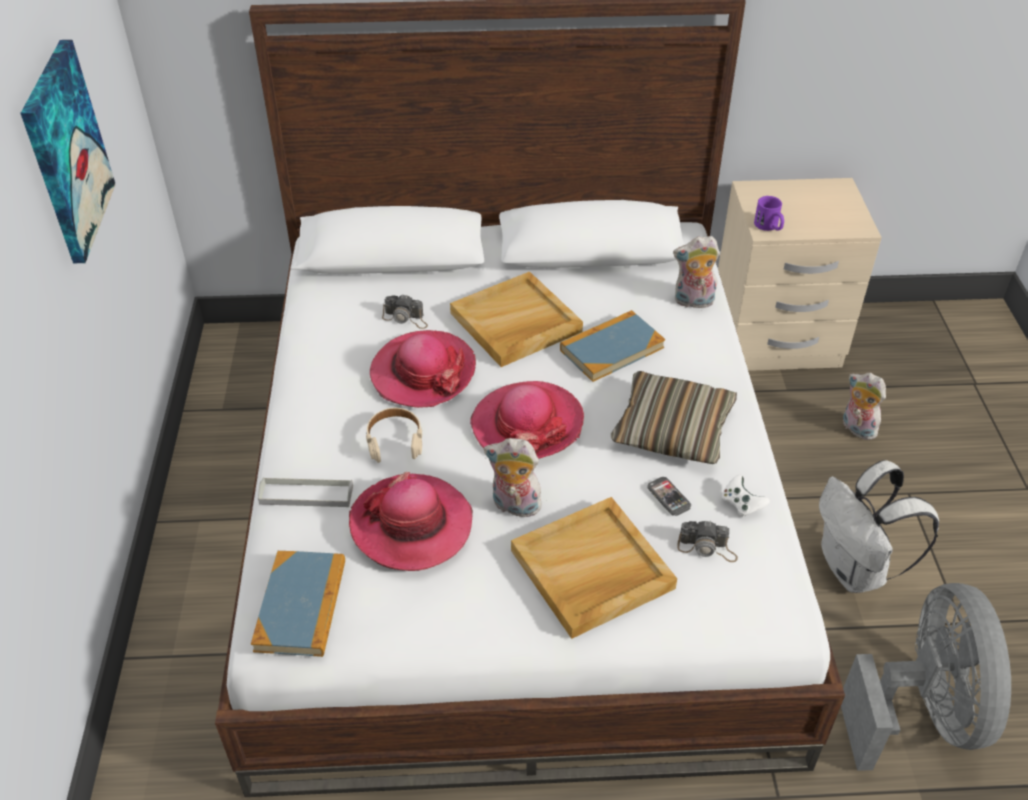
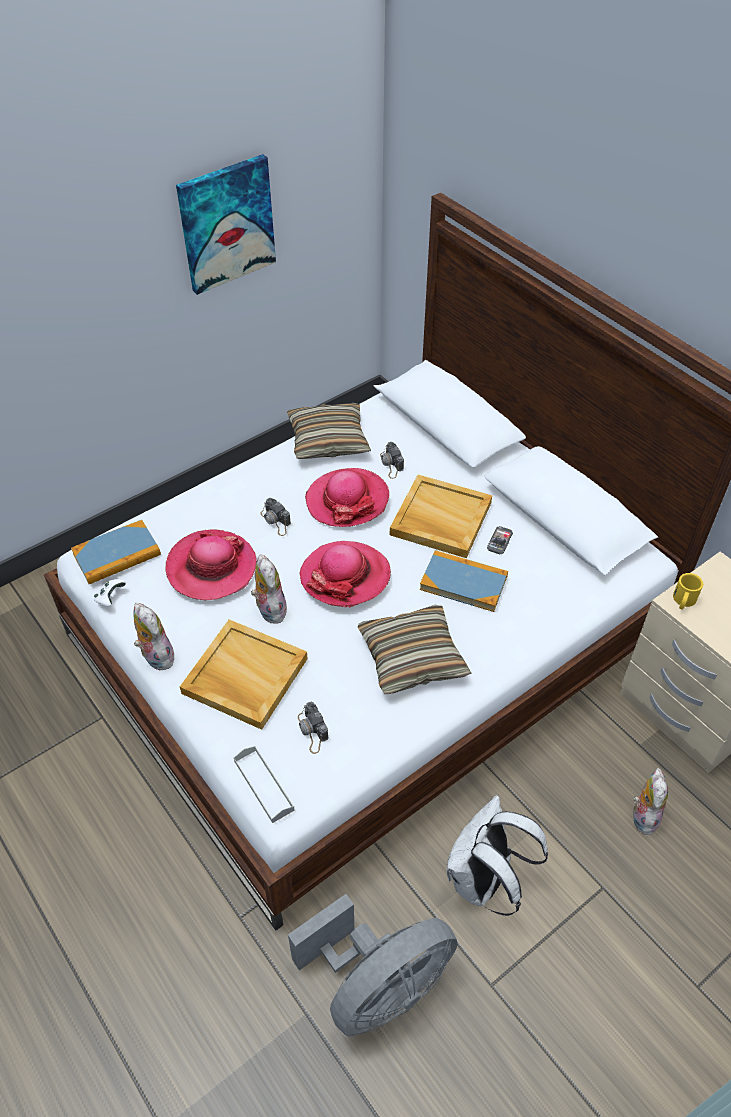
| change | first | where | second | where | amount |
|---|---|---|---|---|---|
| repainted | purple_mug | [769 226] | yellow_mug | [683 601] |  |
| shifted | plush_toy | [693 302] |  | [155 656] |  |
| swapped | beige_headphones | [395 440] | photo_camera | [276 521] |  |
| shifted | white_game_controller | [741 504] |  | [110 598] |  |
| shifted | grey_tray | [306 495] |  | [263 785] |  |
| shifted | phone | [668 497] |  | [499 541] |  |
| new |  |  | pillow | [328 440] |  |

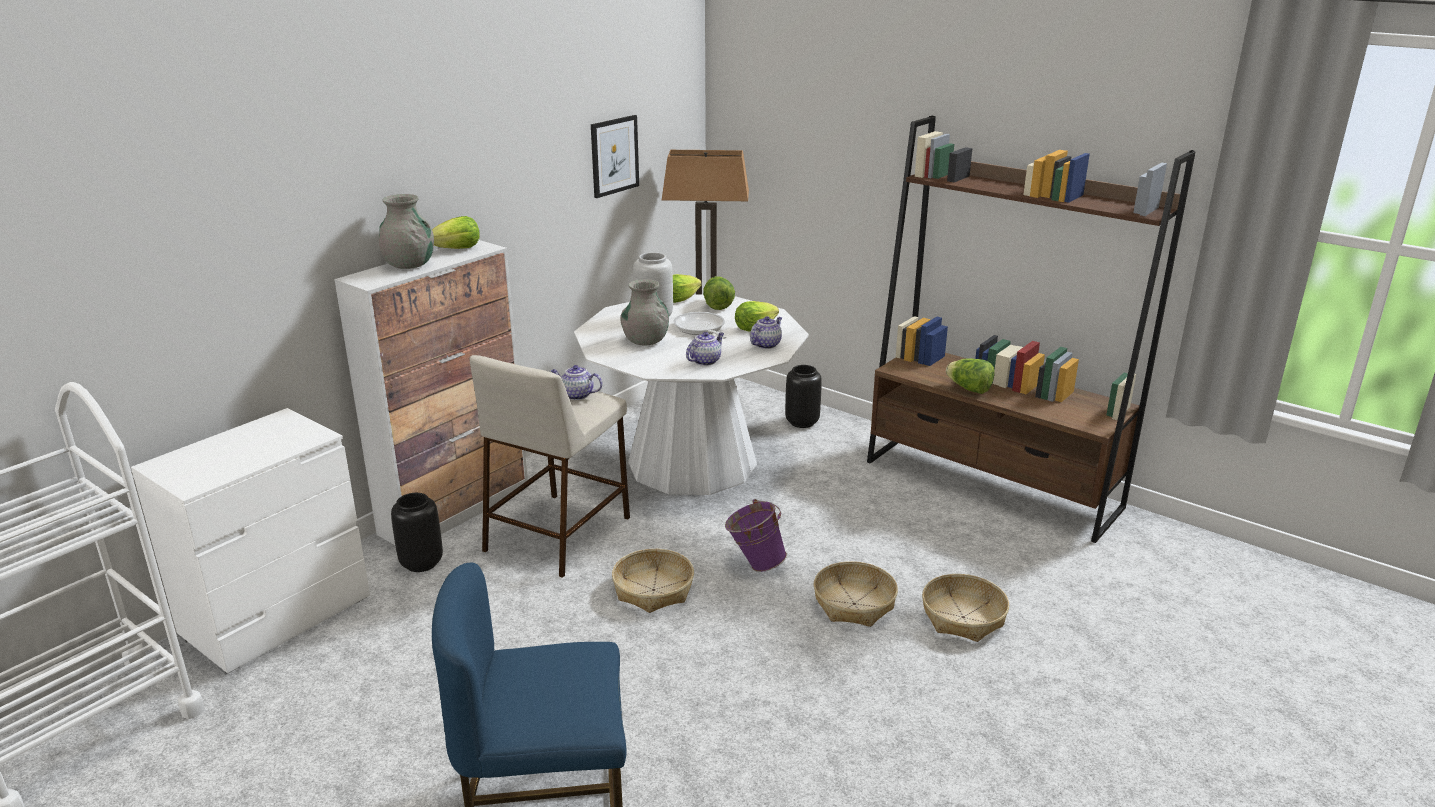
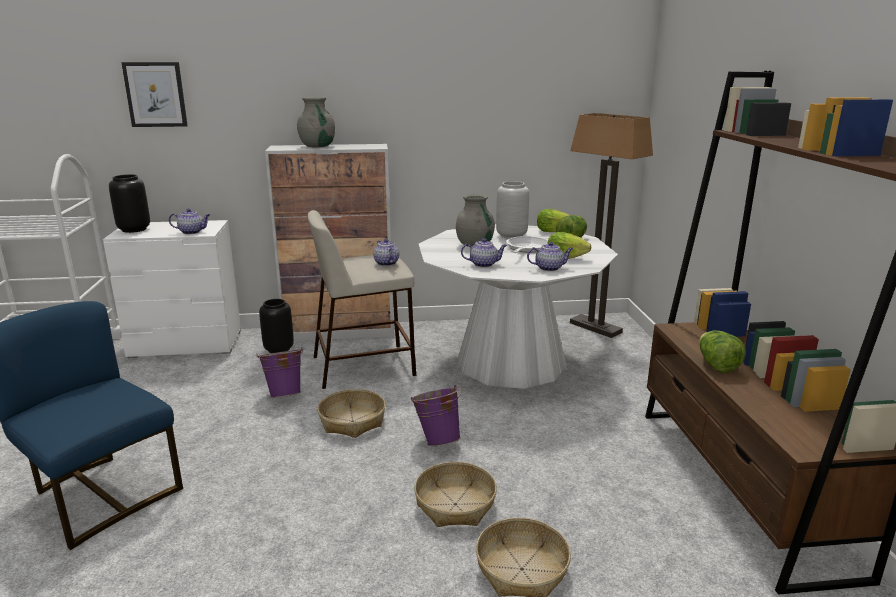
| change | first | where | second | where | amount |
|---|---|---|---|---|---|
| shifted | picture | [614 156] |  | [155 94] |  |
| gone | lettuce | [457 249] |  |  |  |
| shifted | black_vase | [801 422] |  | [134 229] |  |
| new |  |  | teapot | [192 232] |  |
| new |  |  | purple_bucket | [285 394] |  |

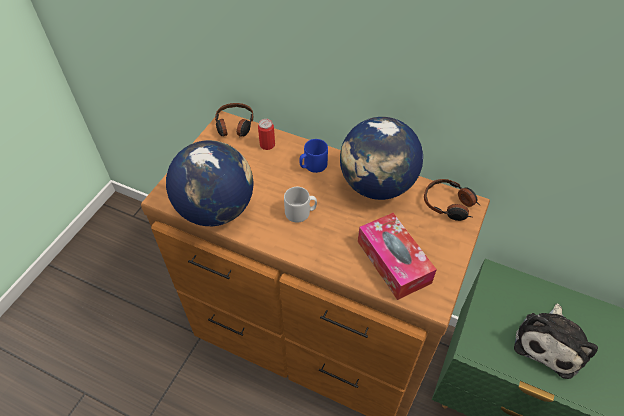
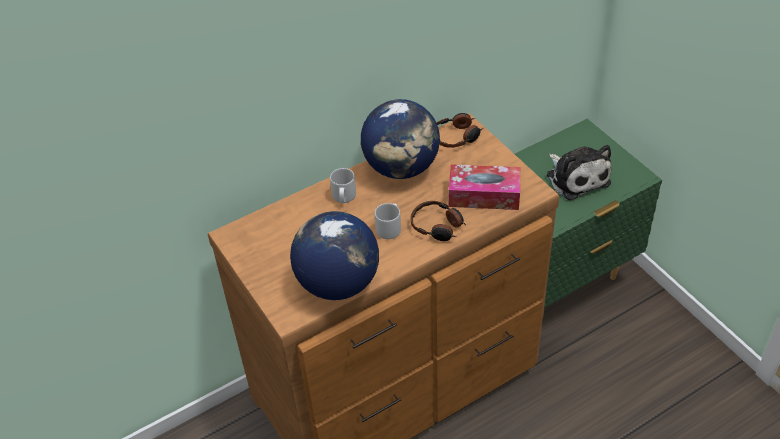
| change | first | where | second | where | amount |
|---|---|---|---|---|---|
| shifted | headphones | [234 126] |  | [437 226] |  |
| gone | can | [267 145] |  |  |  |
| repainted | blue_mug | [313 165] | grey_mug | [343 197] |  |

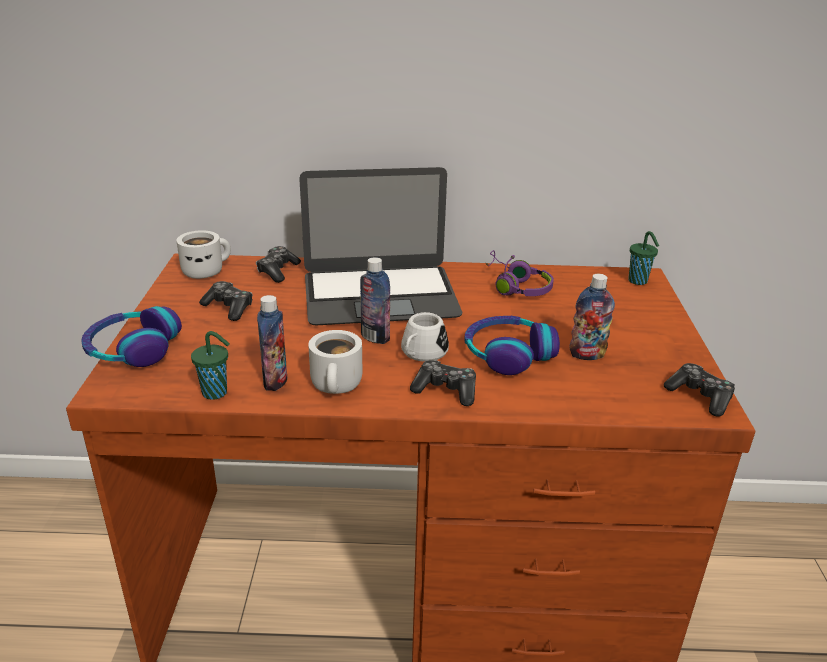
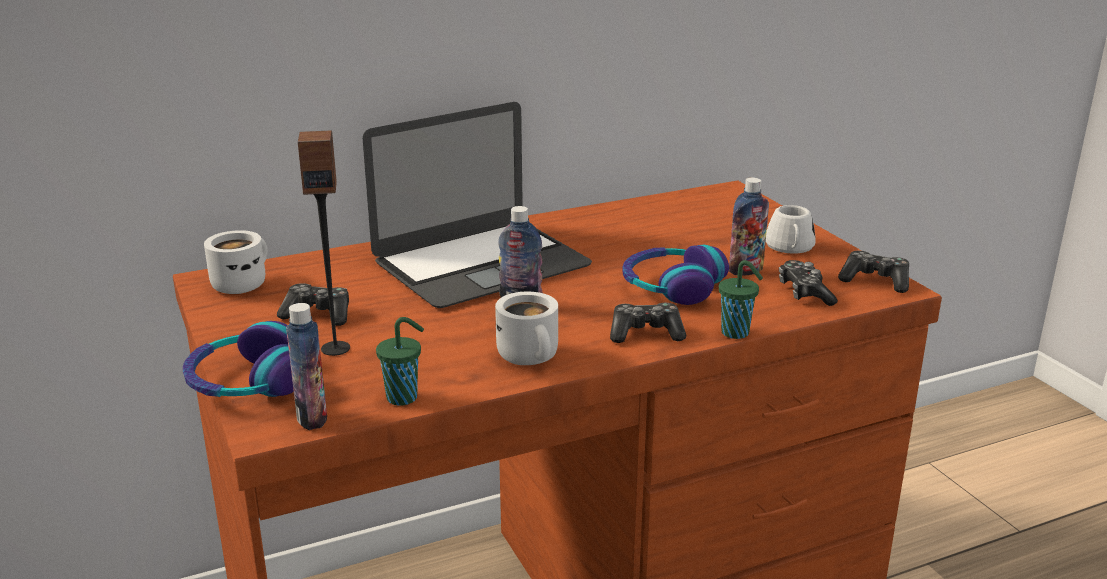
| change | first | where | second | where | amount |
|---|---|---|---|---|---|
| shifted | green_cup | [638 281] |  | [737 333] |  |
| shifted | game_controller | [278 271] |  | [804 293] |  |
| gone | purple_headphones | [515 286] |  |  |  |
| shifted | bottle | [275 381] |  | [312 417] |  |
| shifted | white_mug | [421 354] |  | [790 248] |  |
| new |  |  | speaker | [335 348] |  |

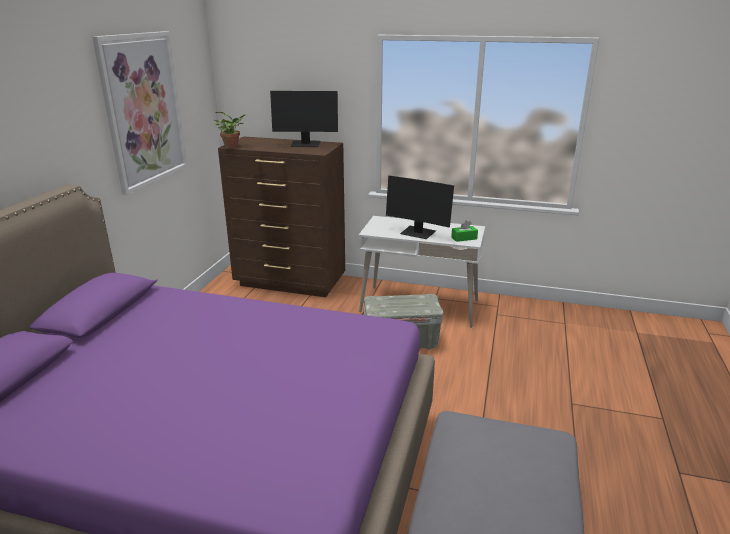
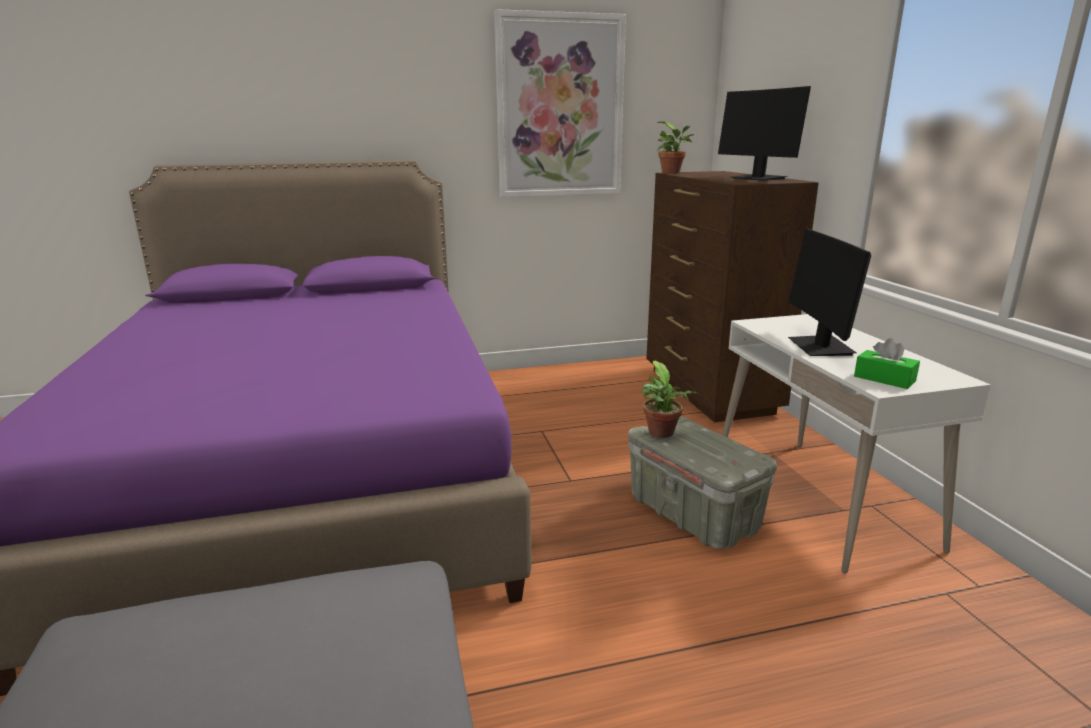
| change | first | where | second | where | amount |
|---|---|---|---|---|---|
| new |  |  | potted_plant | [662 434] |  |

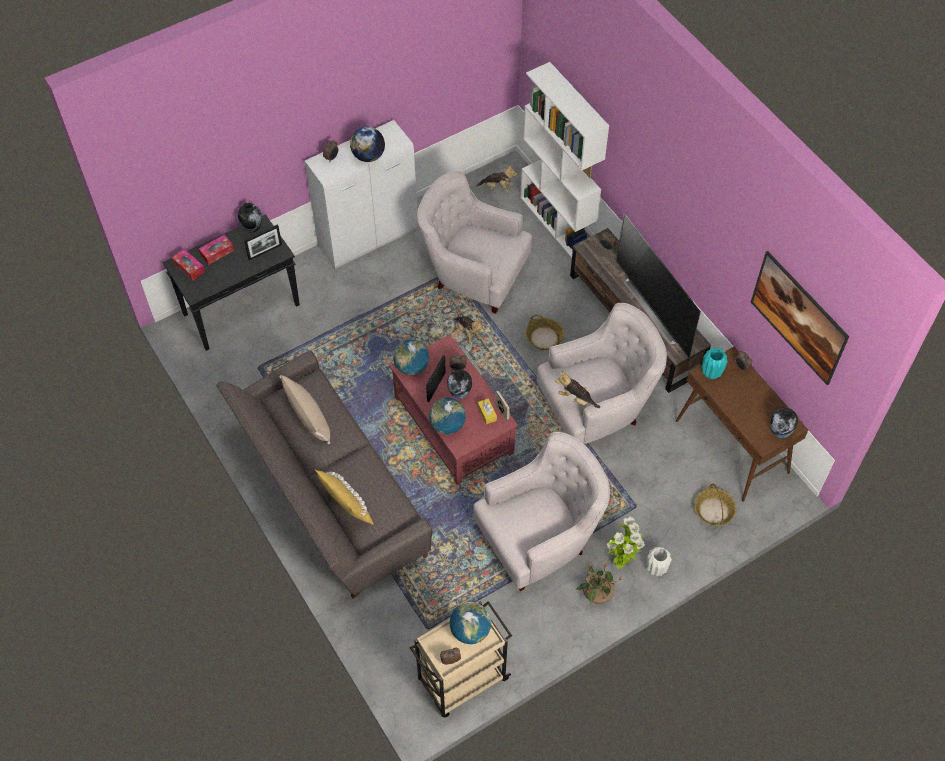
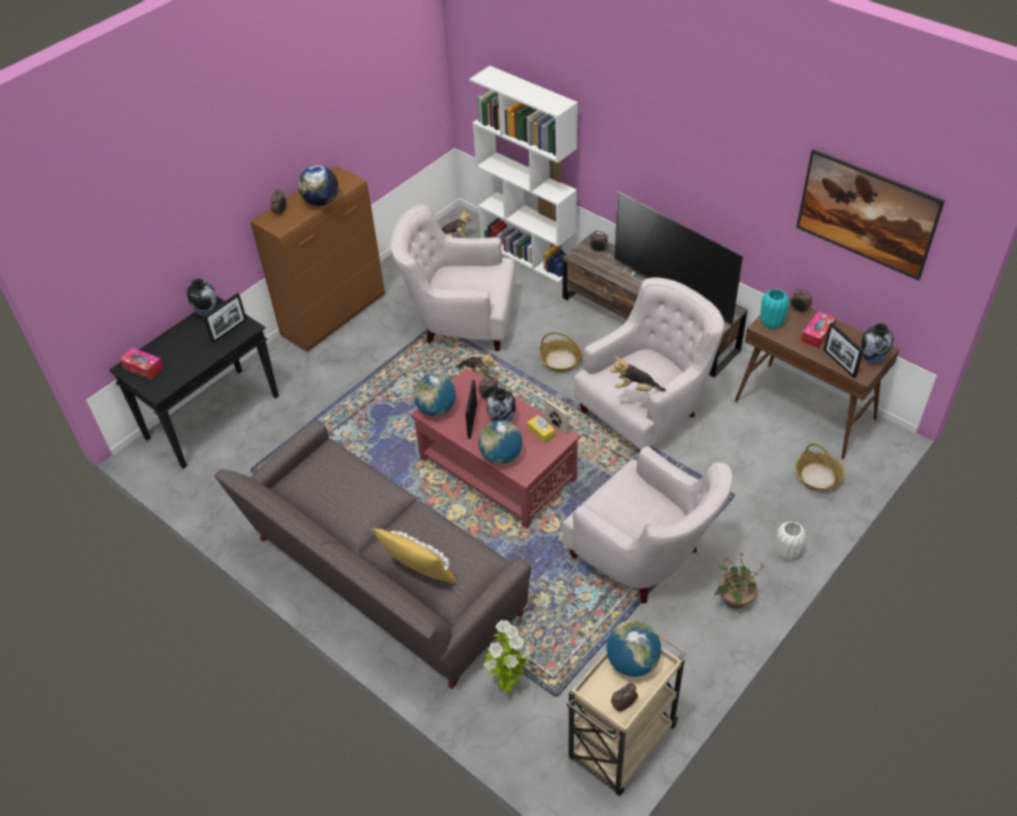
| change | first | where | second | where | amount |
|---|---|---|---|---|---|
| repainted | white_cabinet | [369 238] | brown_cabinet | [334 315] |  |
| shifted | tissue_box | [217 252] |  | [817 334] |  |
| gone | beige_pillow | [308 416] |  |  |  |
| rotated | white_armchair | [540 538] |  | [643 557] | 90 degrees clockwise |
| shifted | potted_plant | [621 561] |  | [508 683] |  |
| new |  |  | picture_frame | [839 363] |  |

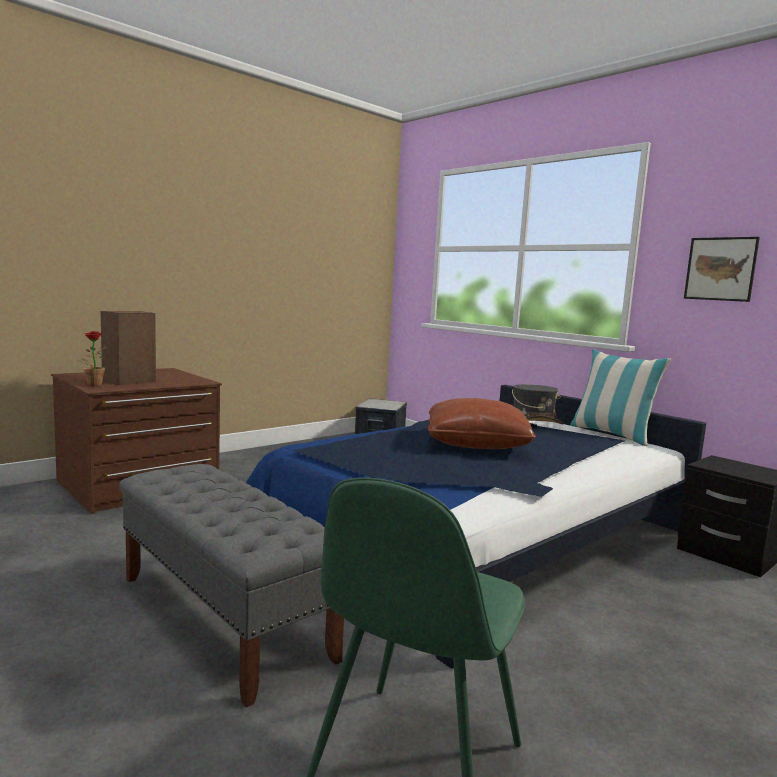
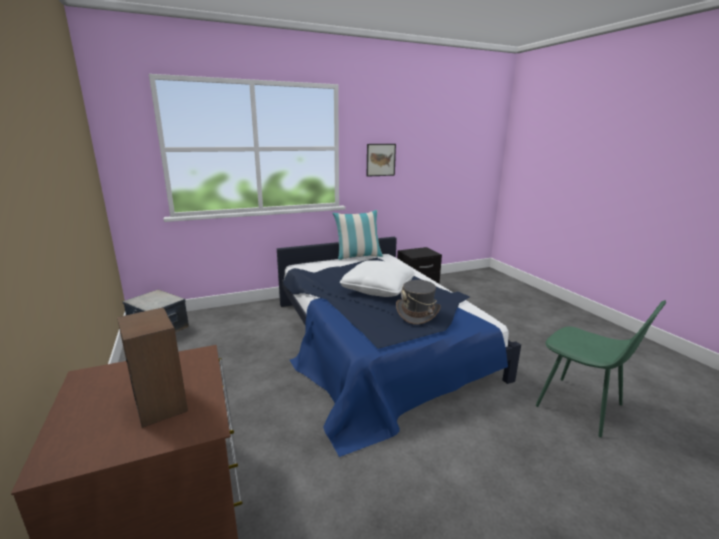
| change | first | where | second | where | amount |
|---|---|---|---|---|---|
| gone | potted_plant | [93 384] |  |  |  |
| shifted | grey_hat | [532 422] |  | [417 313] |  |
| repainted | brown_pillow | [476 443] | white_pillow | [378 289] |  |
| gone | grey_bench | [224 616] |  |  |  |

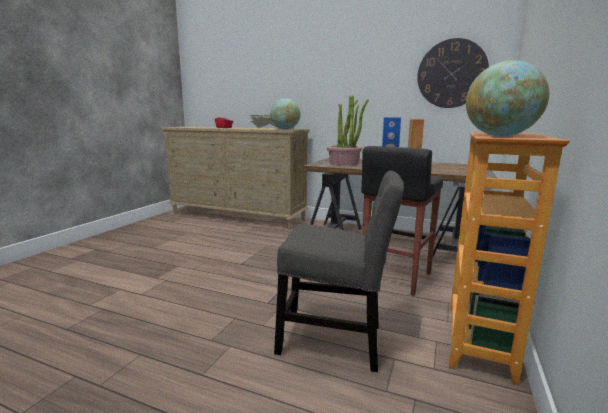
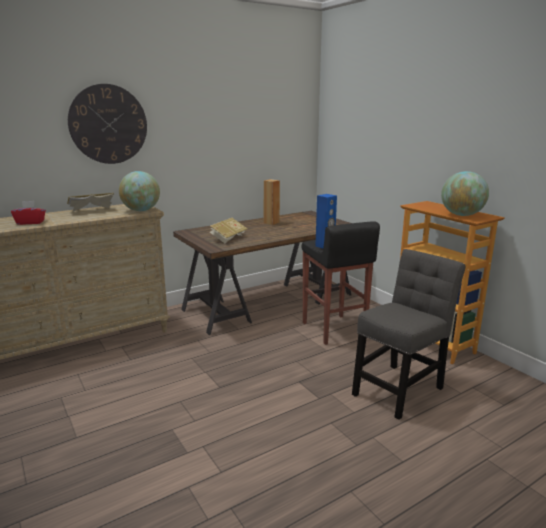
| change | first | where | second | where | amount |
|---|---|---|---|---|---|
| shifted | wall_clock | [451 74] |  | [108 124] |  |
| swapped | potted_plant | [344 163] | book | [228 238] |  |

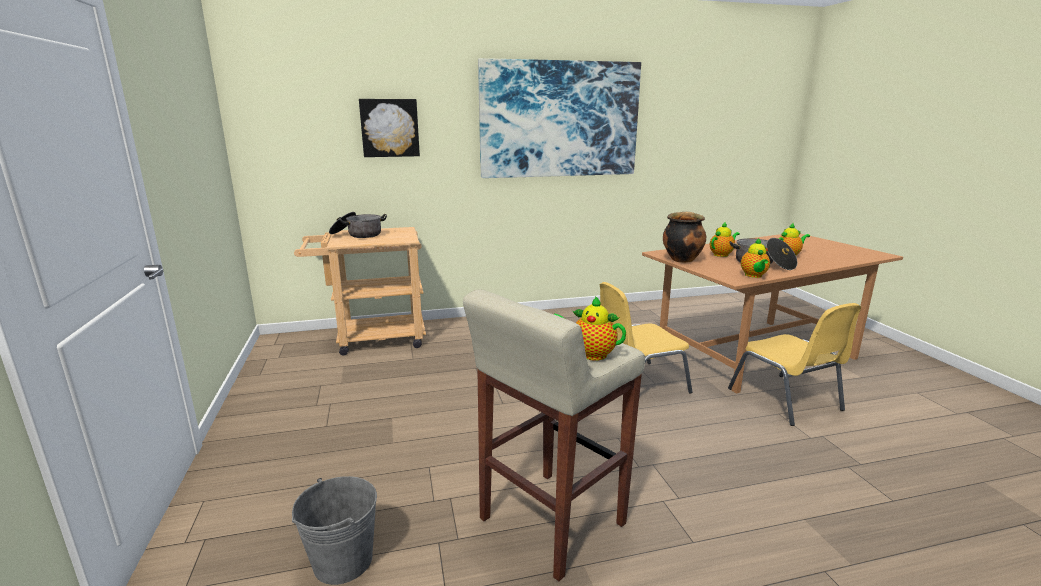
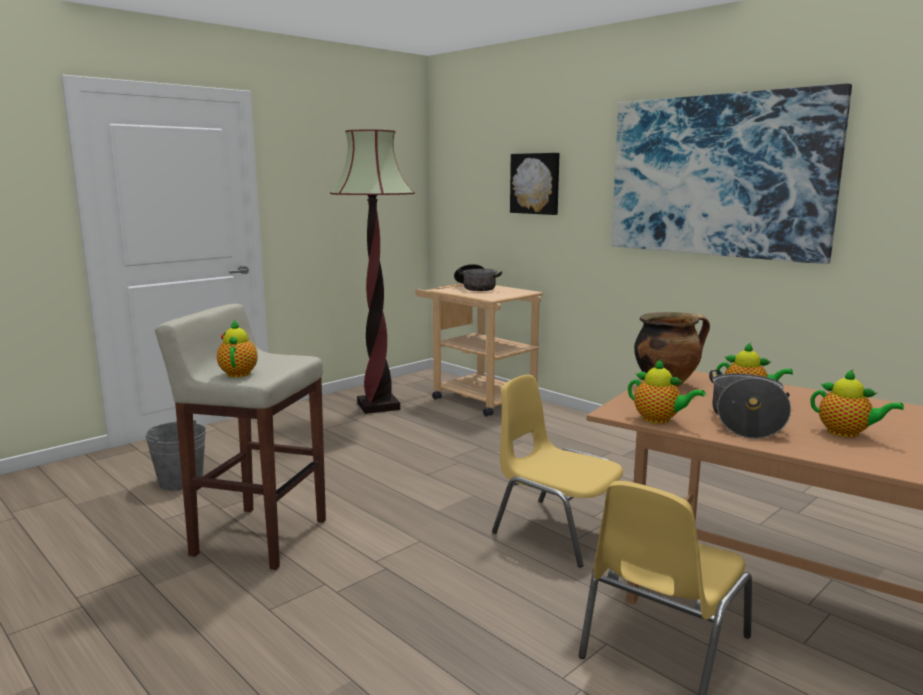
| change | first | where | second | where | amount |
|---|---|---|---|---|---|
| rotated | teapot | [754 276] |  | [659 420] | 120 degrees counterclockwise |
| new |  |  | floor_lamp | [378 406] |  |

